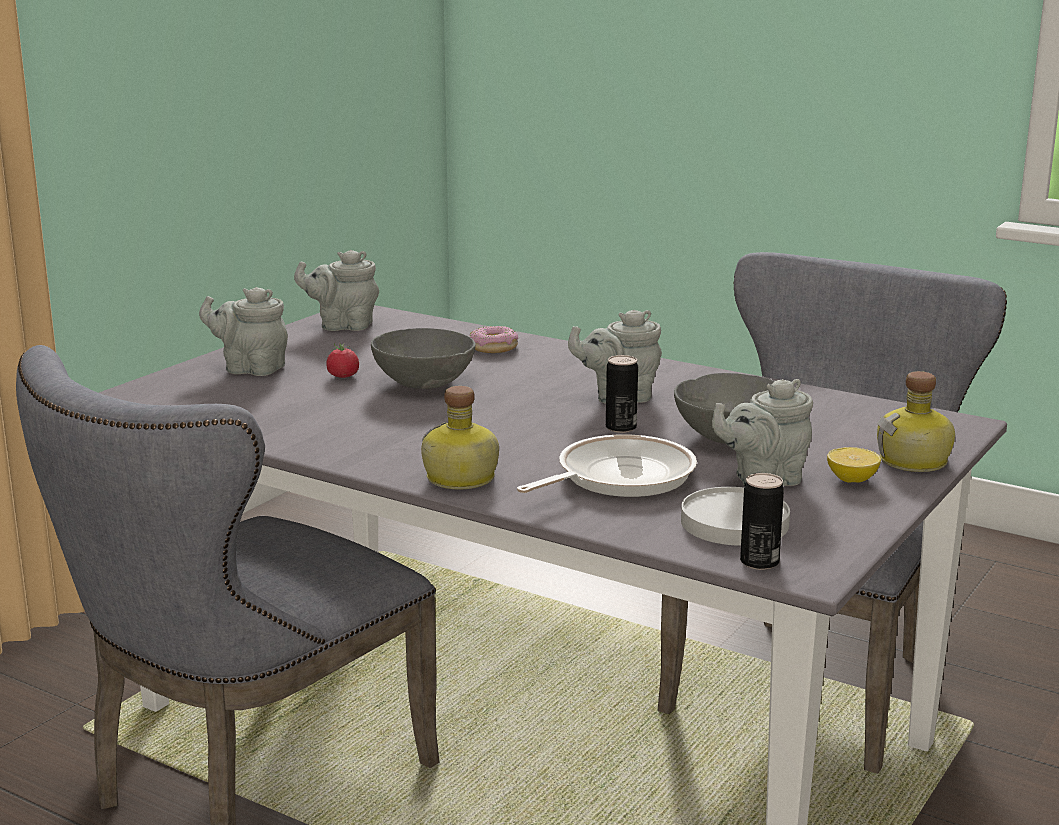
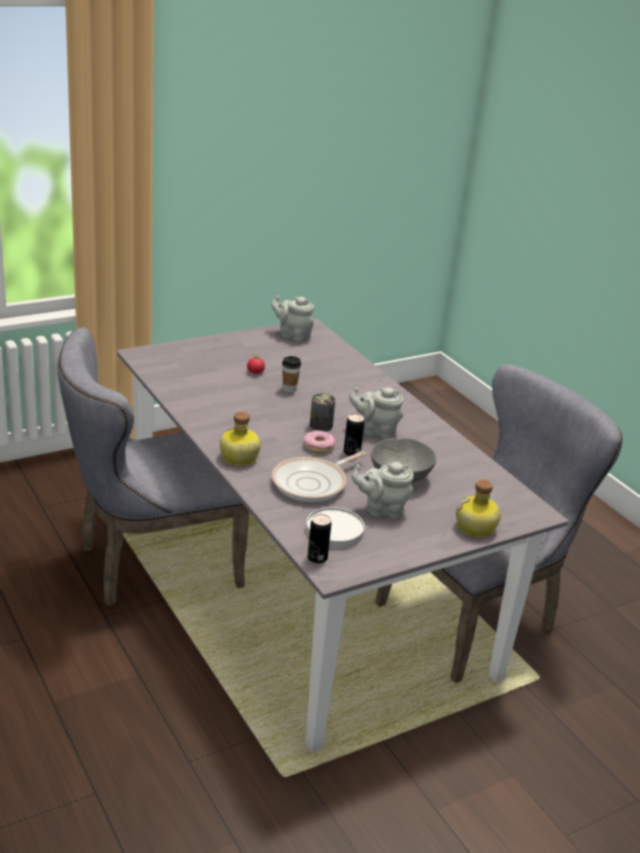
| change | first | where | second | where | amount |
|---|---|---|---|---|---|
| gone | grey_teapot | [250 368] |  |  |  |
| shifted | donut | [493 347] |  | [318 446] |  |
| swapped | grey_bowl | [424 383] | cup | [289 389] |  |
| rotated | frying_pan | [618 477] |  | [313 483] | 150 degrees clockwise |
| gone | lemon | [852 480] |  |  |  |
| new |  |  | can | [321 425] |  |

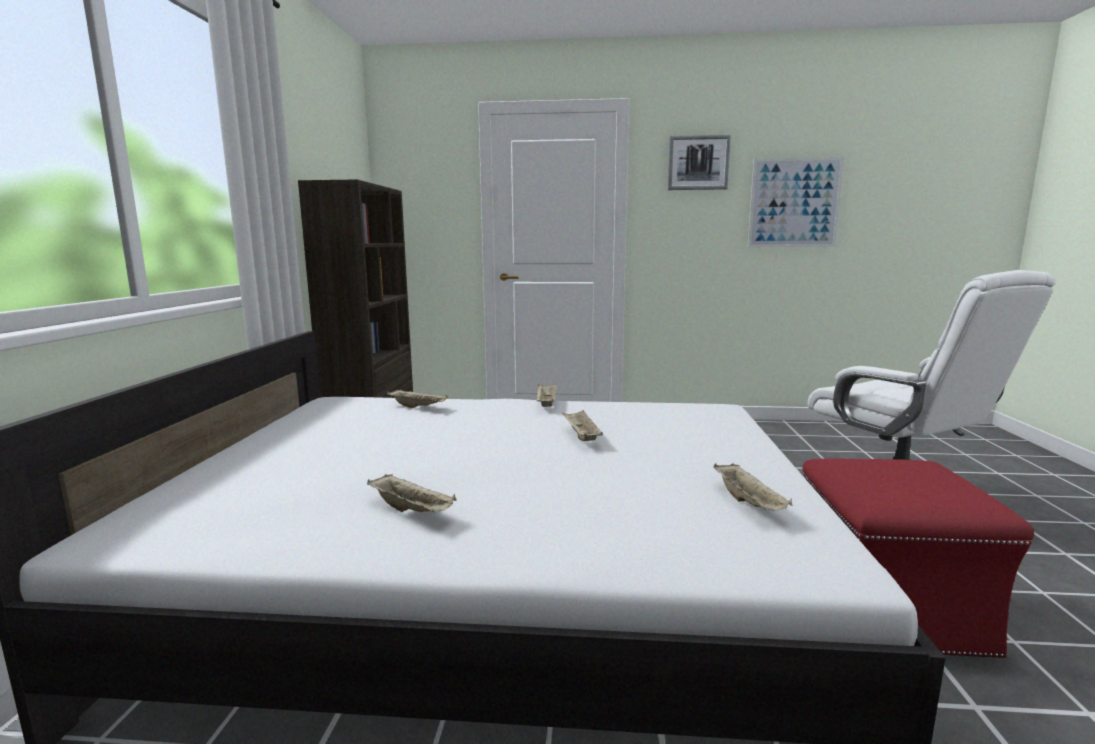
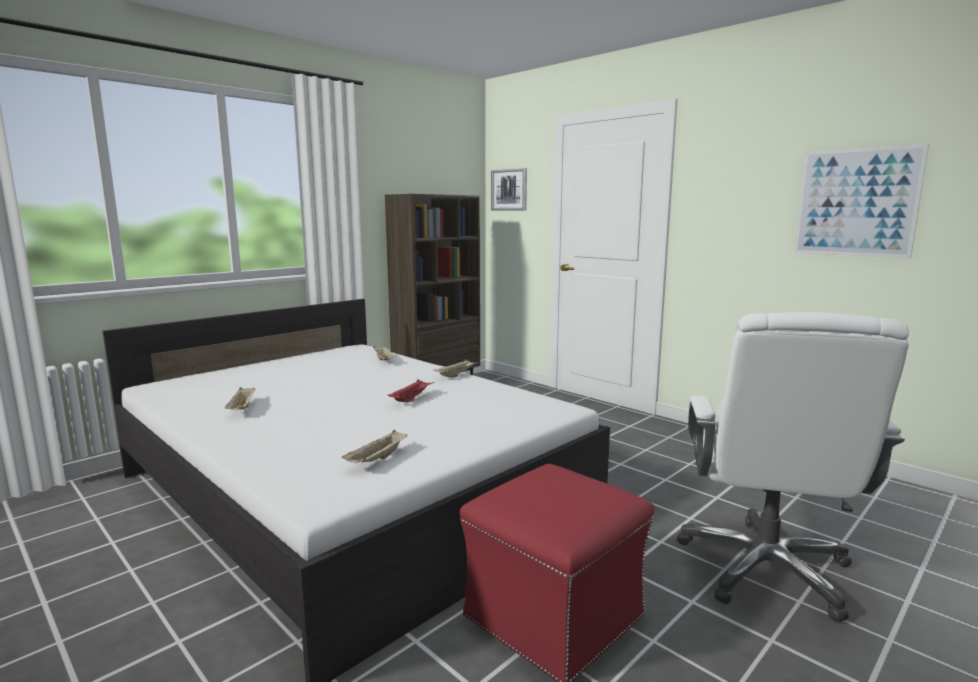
| change | first | where | second | where | amount |
|---|---|---|---|---|---|
| shifted | picture | [698 163] |  | [509 190] |  |
| repainted | beige_tray | [581 436] | red_tray | [411 399] |  |

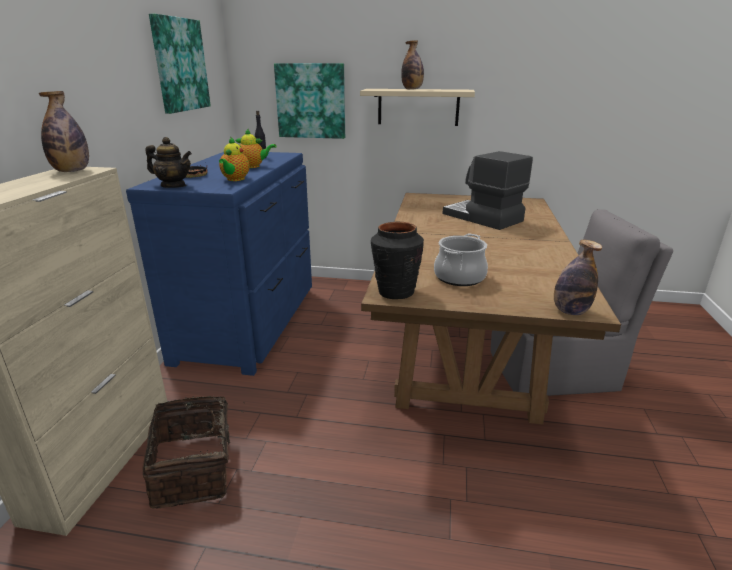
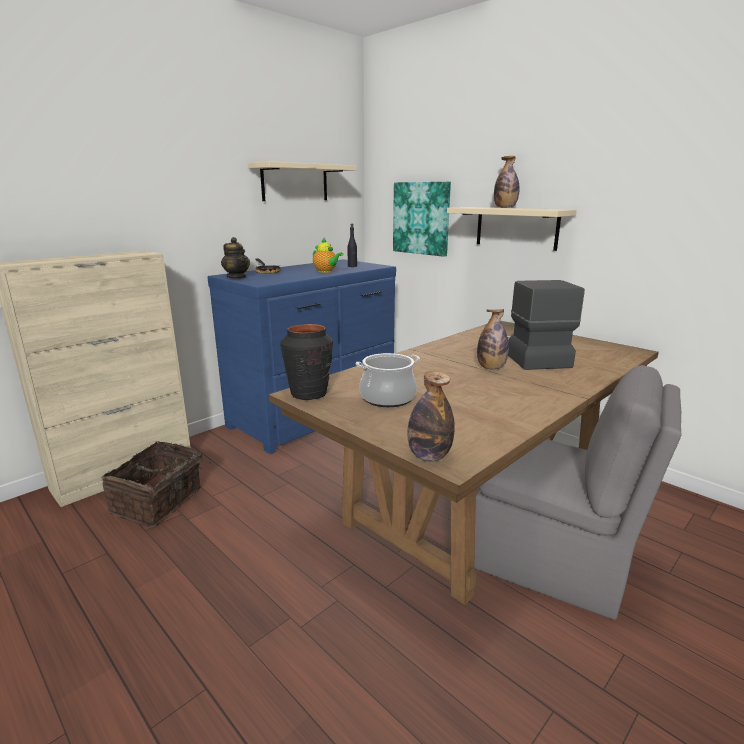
| change | first | where | second | where | amount |
|---|---|---|---|---|---|
| swapped | picture | [180 65] | beige_shelf | [295 183] |  |
| shifted | bottle | [72 171] |  | [491 368] |  |
| gone | teapot | [235 179] |  |  |  |

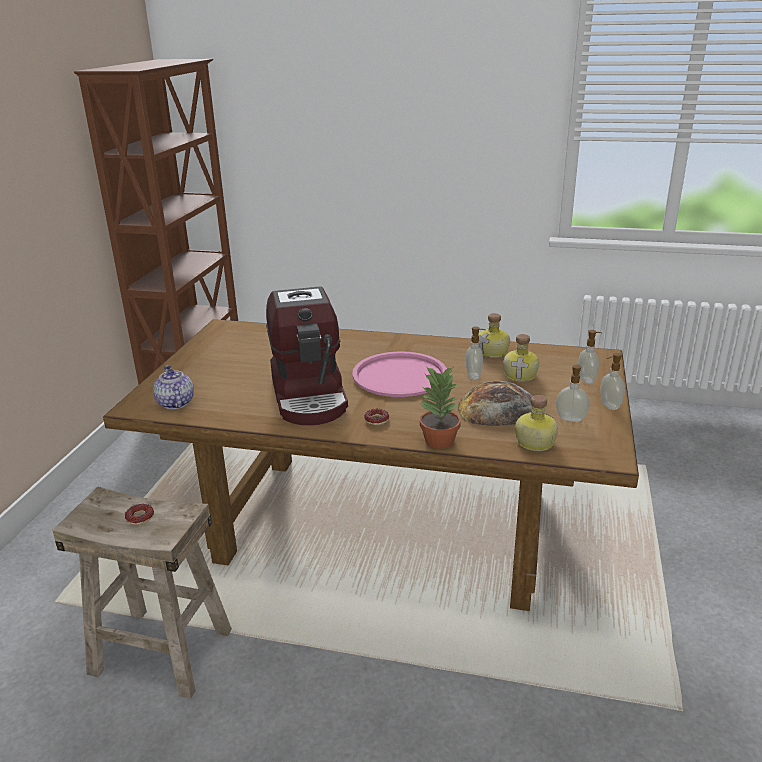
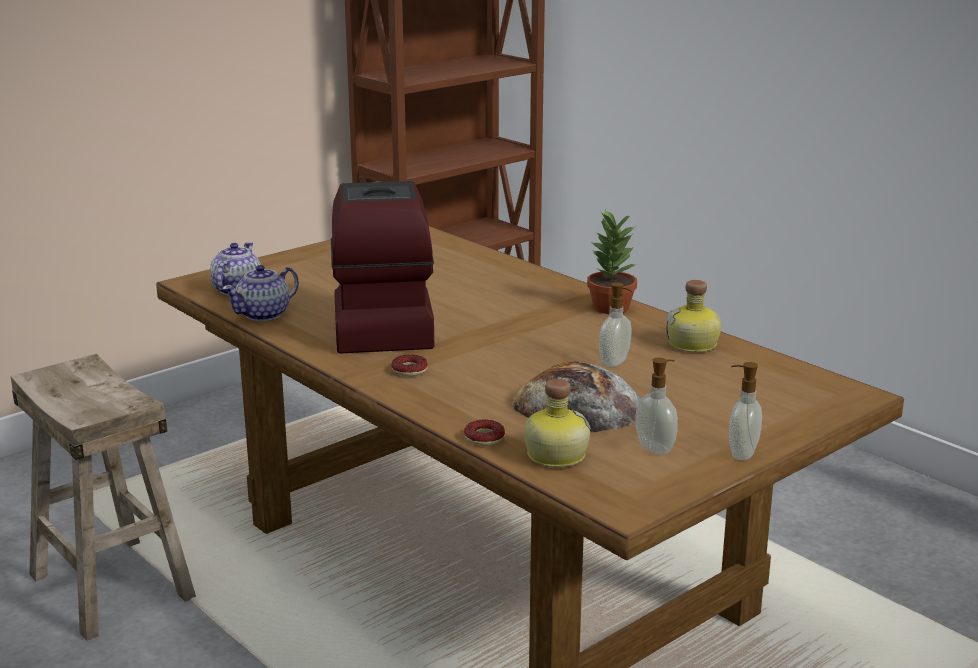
| change | first | where | second | where | amount |
|---|---|---|---|---|---|
| rotated | coffee_machine | [310 396] |  | [380 324] | 150 degrees clockwise |
| gone | soap_dispenser | [587 380] |  |  |  |
| gone | bottle | [521 375] |  |  |  |
| gone | pink_tray | [399 375] |  |  |  |
| shifted | potted_plant | [438 441] |  | [610 307] |  |
| shifted | donut | [140 517] |  | [484 438] |  |
| new |  |  | teapot | [264 314] |  |

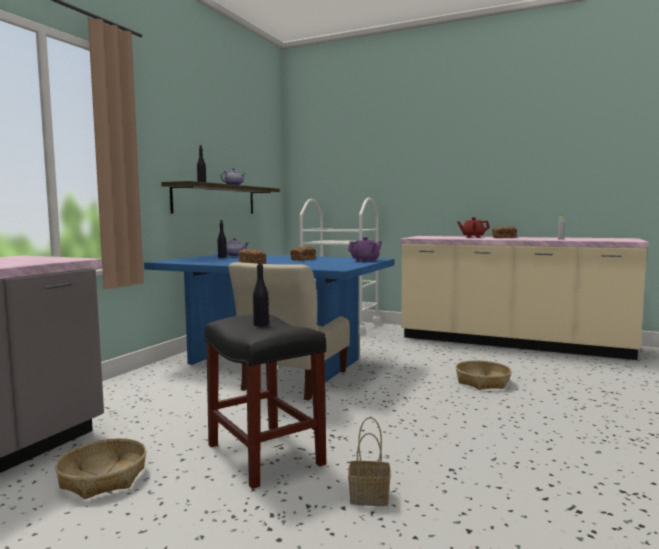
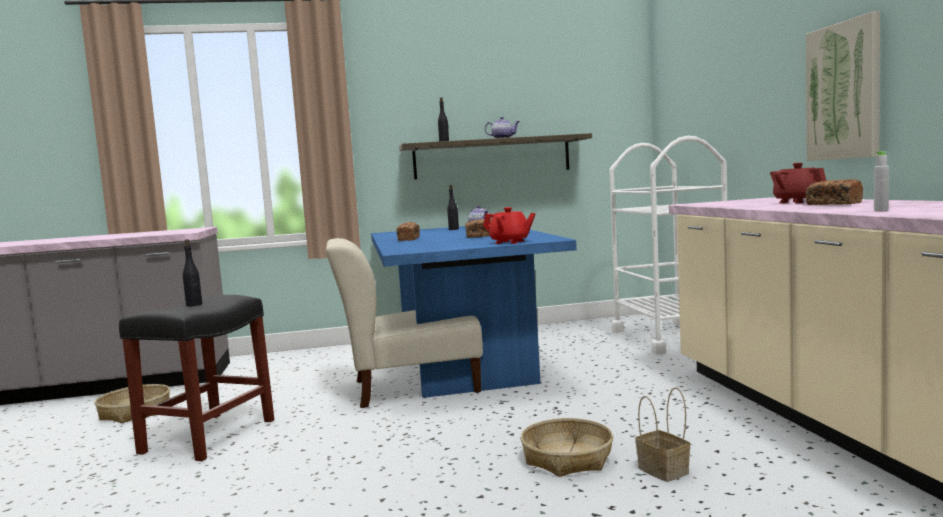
| change | first | where | second | where | amount |
|---|---|---|---|---|---|
| repainted | purple_teapot | [365 261] | red_teapot | [510 242] |  |
| shifted | basket | [370 496] |  | [665 471] |  |
| new |  |  | picture | [844 91] |  |

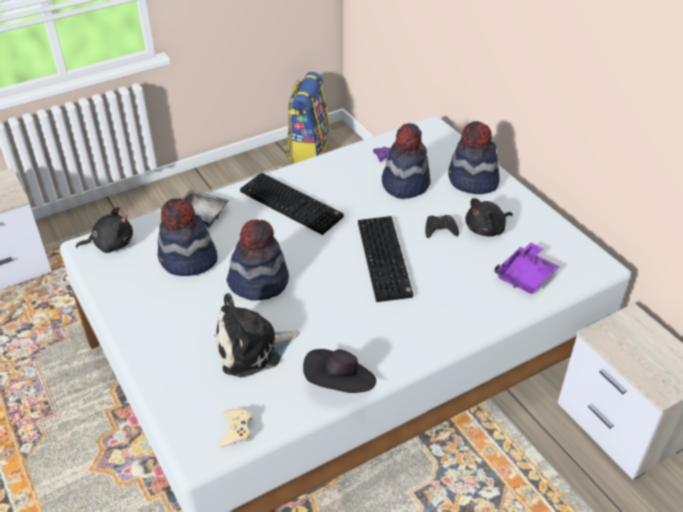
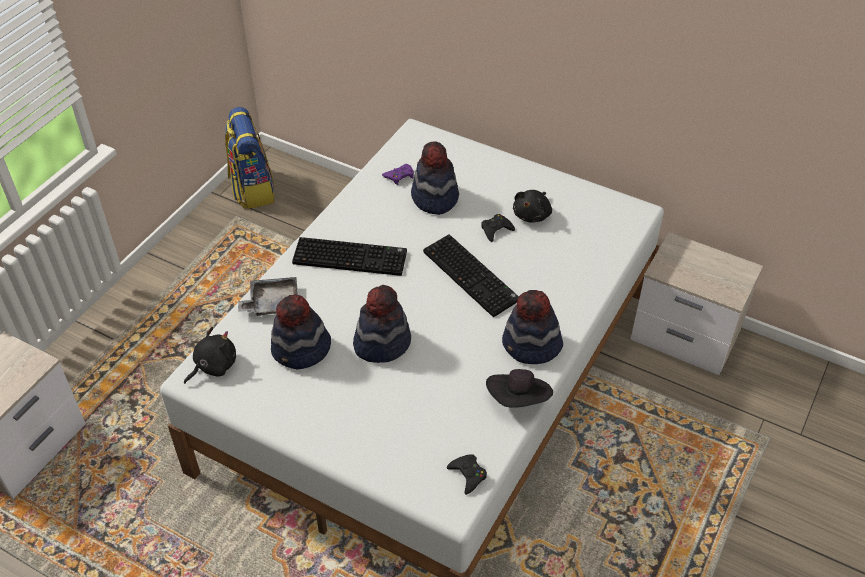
| change | first | where | second | where | amount |
|---|---|---|---|---|---|
| shifted | hat | [472 181] |  | [531 346] |  |
| gone | purple_tray | [526 276] |  |  |  |
| gone | plush_toy | [252 348] |  |  |  |
| repainted | beige_game_controller | [236 430] | black_game_controller | [468 475] |  |

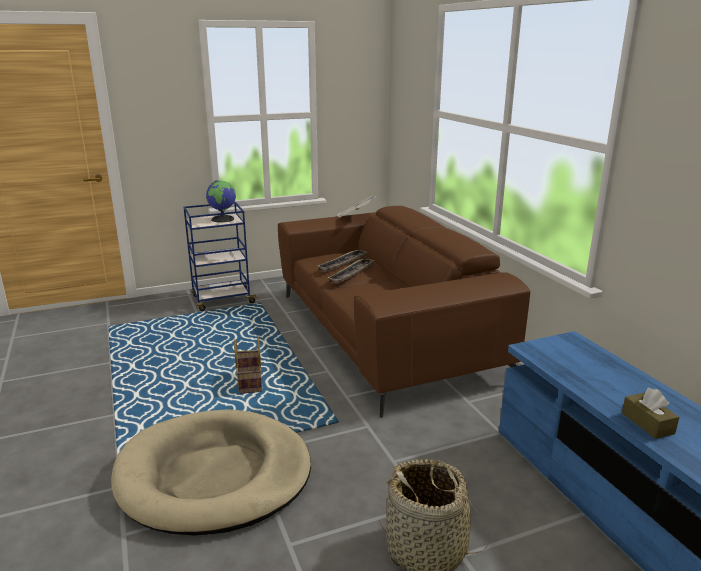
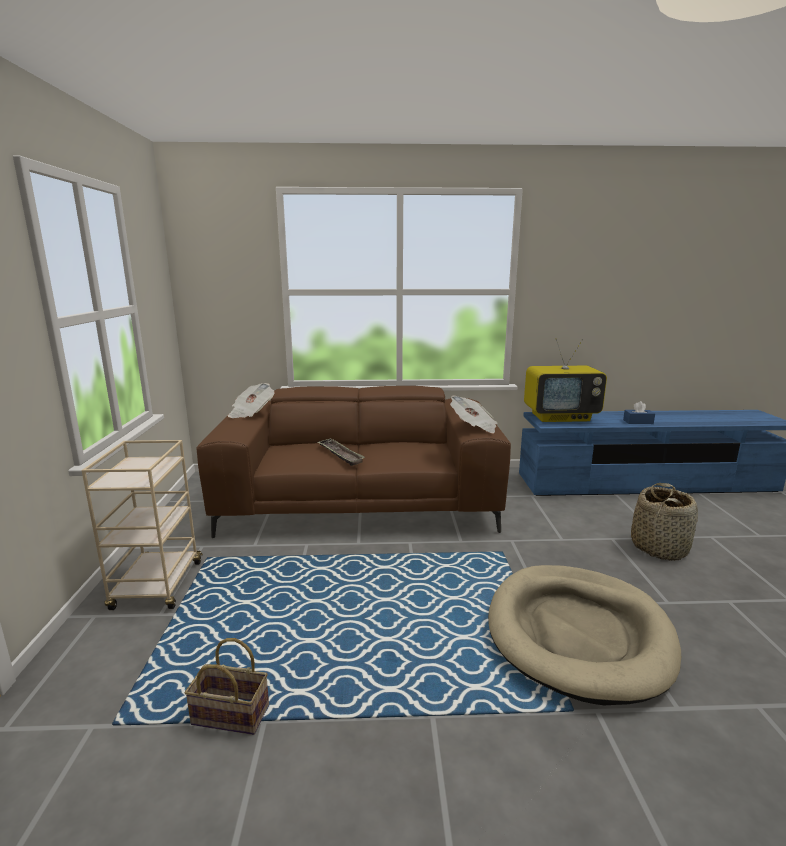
| change | first | where | second | where | amount |
|---|---|---|---|---|---|
| gone | globe | [223 219] |  |  |  |
| repainted | blue_cart | [222 300] | beige_cart | [157 586] |  |
| gone | tray | [343 263] |  |  |  |
| shifted | basket | [249 382] |  | [228 716] |  |
| repainted | brown_tissue_box | [647 423] | blue_tissue_box | [638 422] |  |
| new |  |  | television | [561 417] |  |
| new |  |  | newspaper | [474 427] |  |

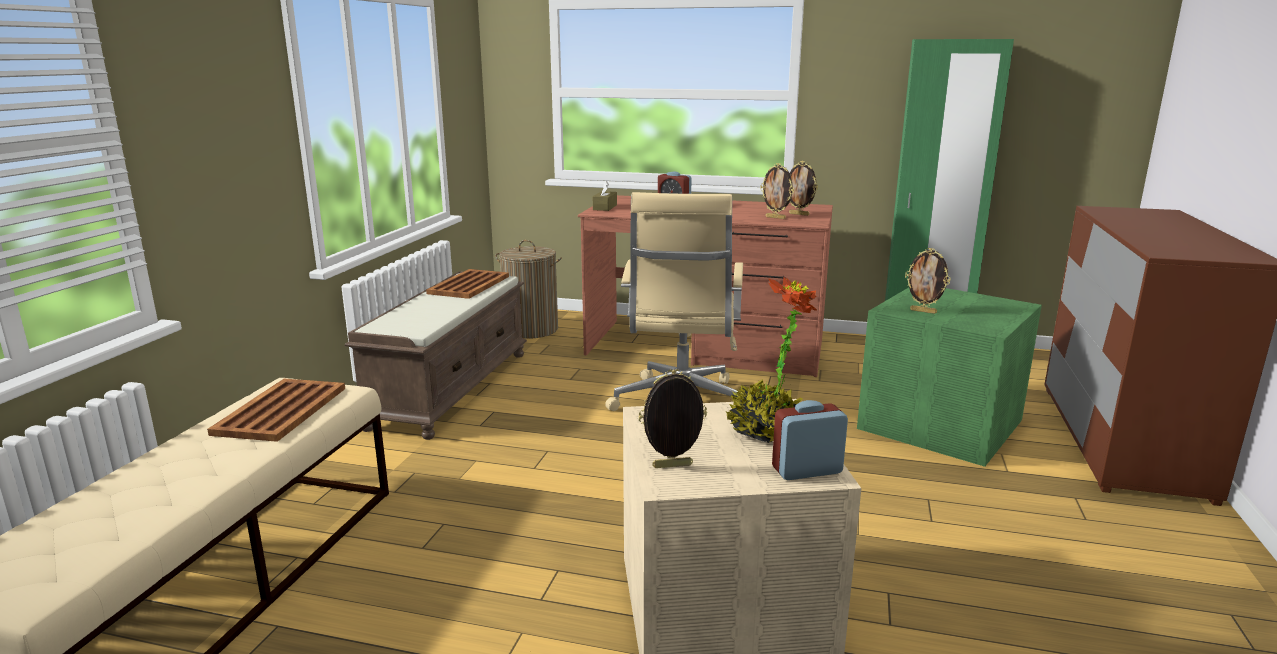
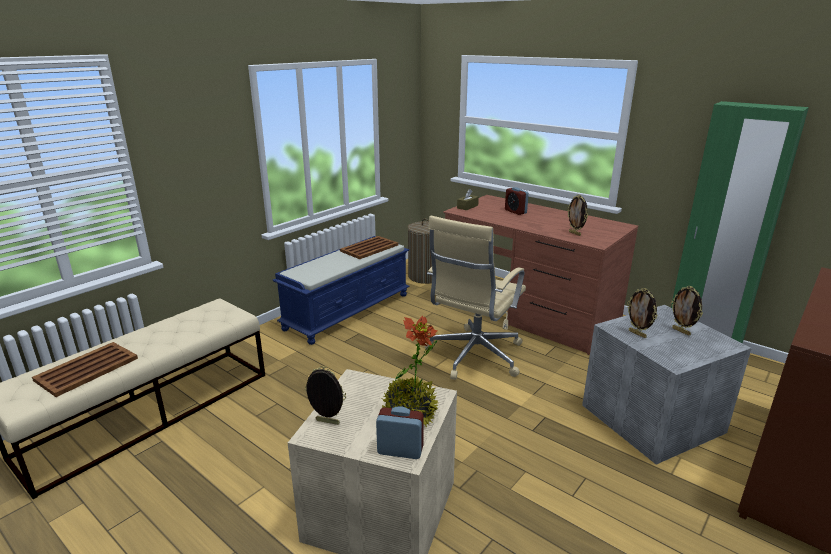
| change | first | where | second | where | amount |
|---|---|---|---|---|---|
| shifted | picture_frame | [799 214] |  | [681 331] |  |
| repainted | brown_bench | [450 388] | blue_bench | [347 311] |  |
| repainted | green_storage_box | [943 424] | grey_storage_box | [654 419] |  |
| shifted | brown_tray | [280 411] |  | [86 369] |  |

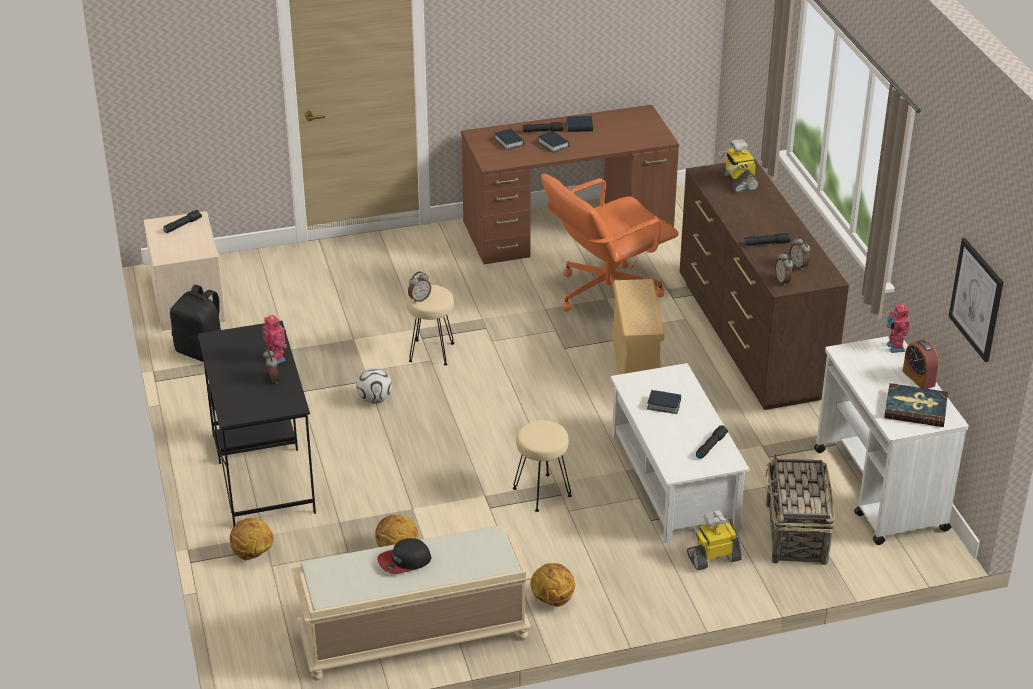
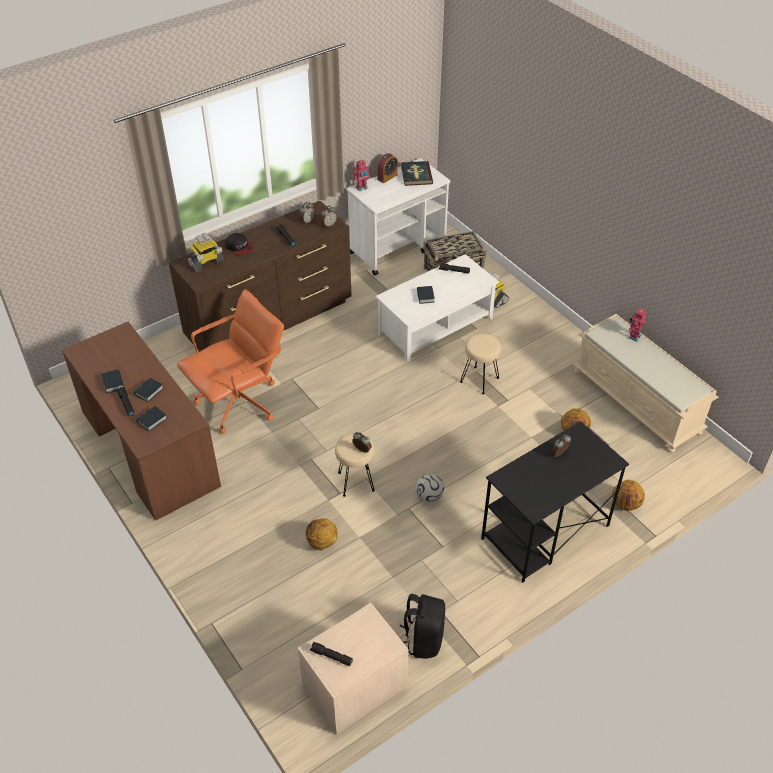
| change | first | where | second | where | amount |
|---|---|---|---|---|---|
| rotated | orange_office_chair | [606 294] |  | [239 403] | 75 degrees counterclockwise |
| gone | picture | [976 299] |  |  |  |
| gone | beige_storage_box | [636 362] |  |  |  |
| shifted | toy_robot | [276 358] |  | [633 336] |  |
| shifted | cap | [404 561] |  | [239 247] |  |
| shifted | basketball | [552 600] |  | [321 543] |  |

